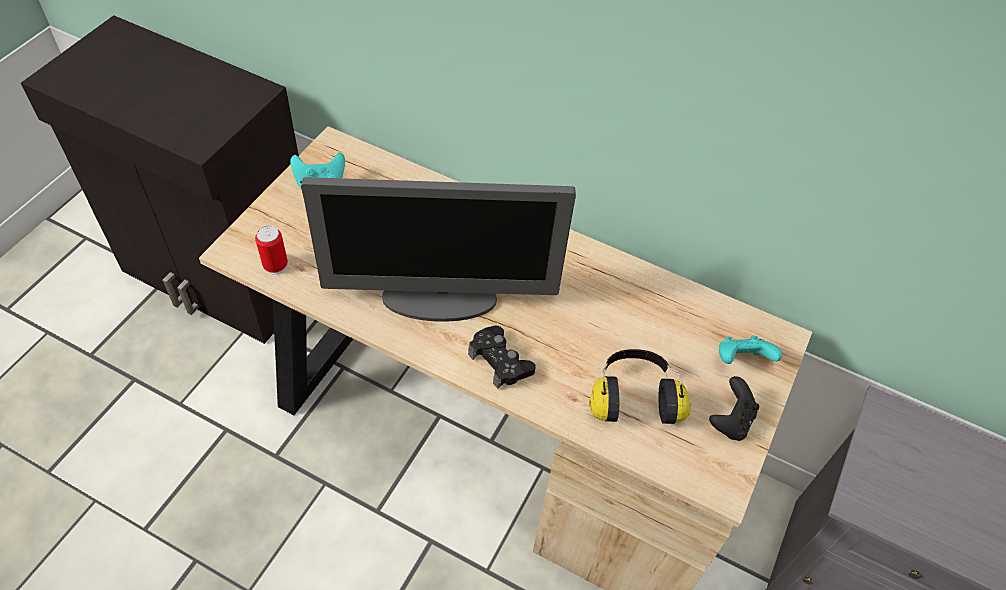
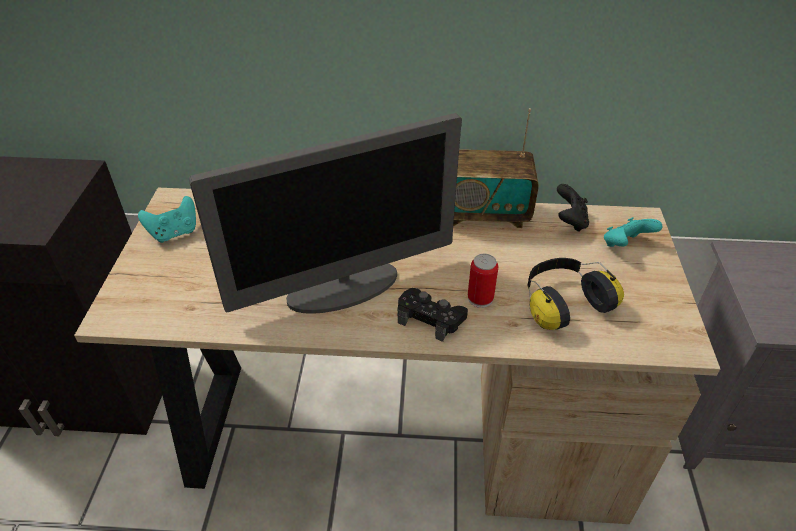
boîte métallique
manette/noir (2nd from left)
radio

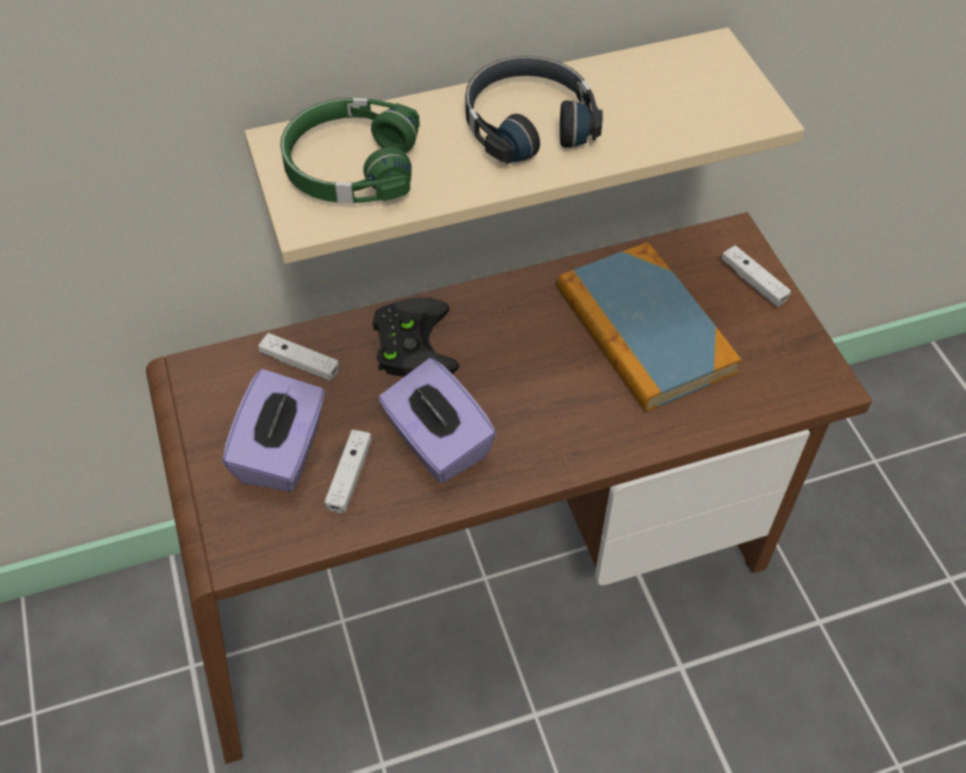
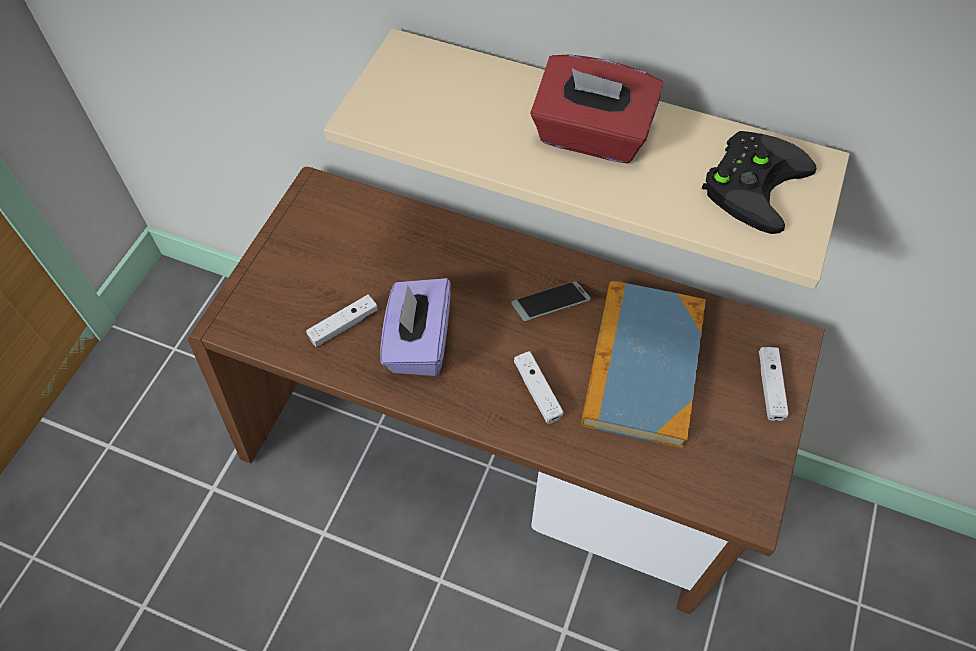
boîte à mouchoirs/violet (1st from left in the first image)
manette/blanc (2nd from left)
casque audio/vert
manette/noir
boîte à mouchoirs/rouge
téléphone

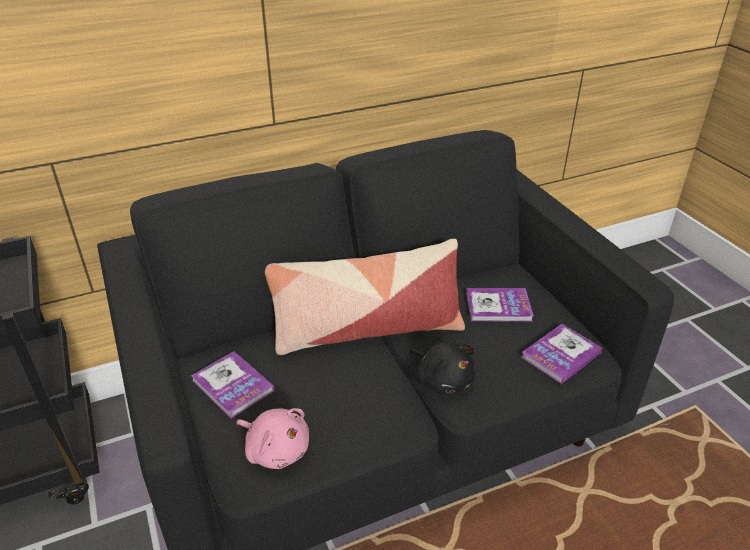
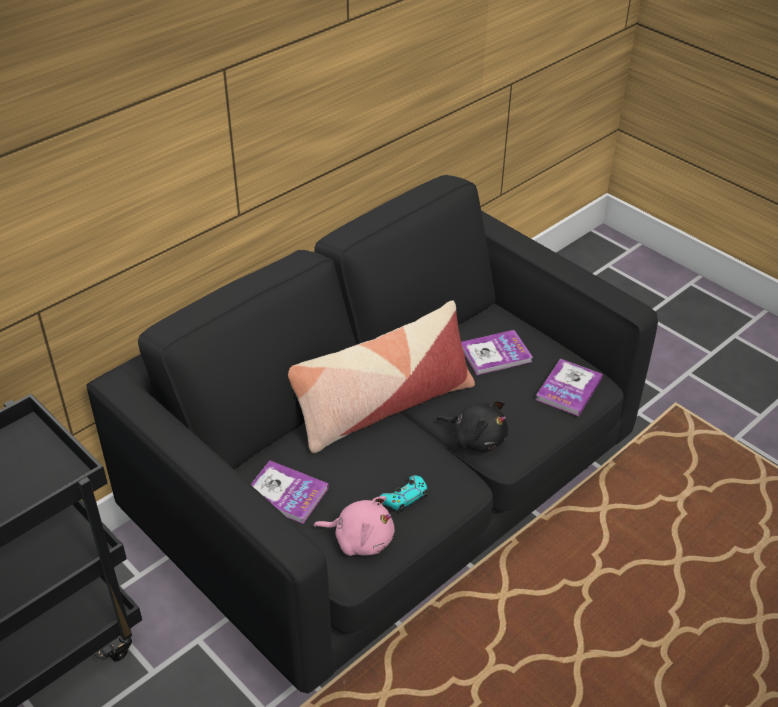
manette/turquoise

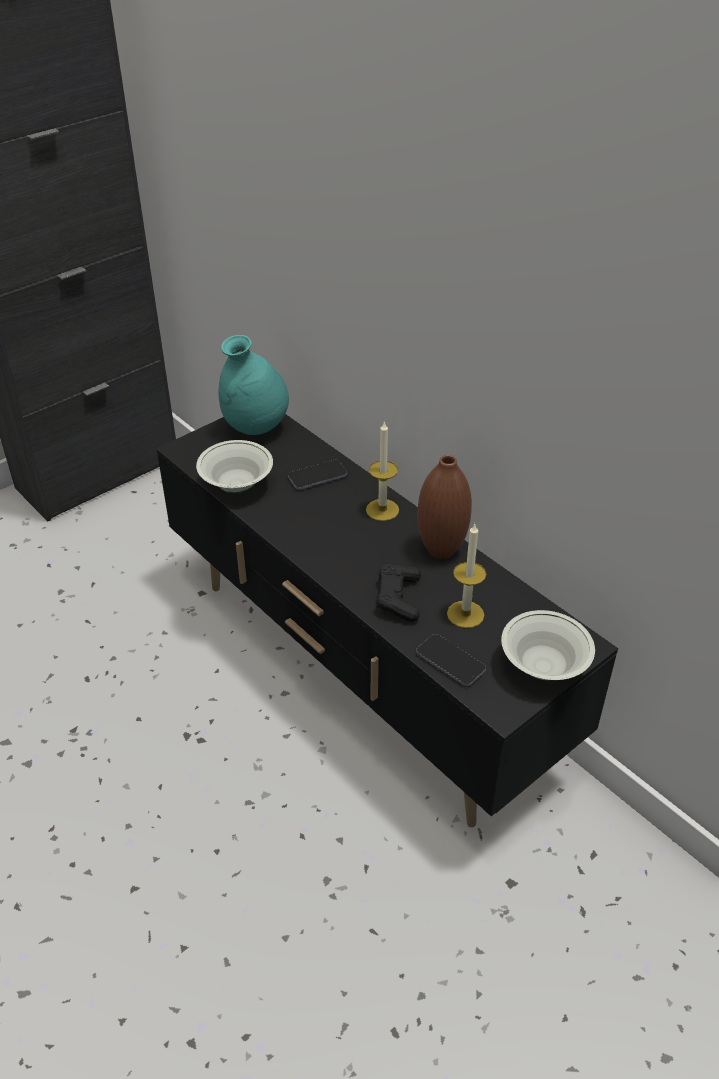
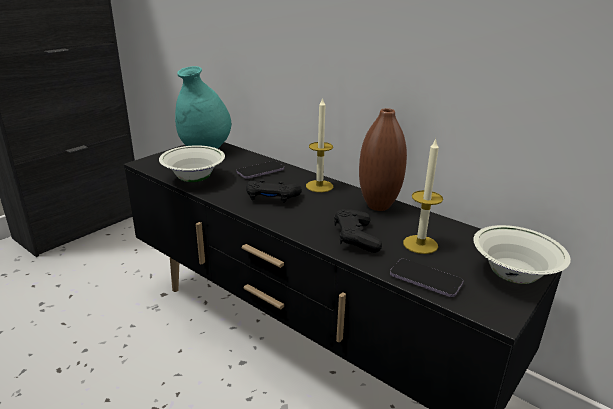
manette/noir (1st from left)

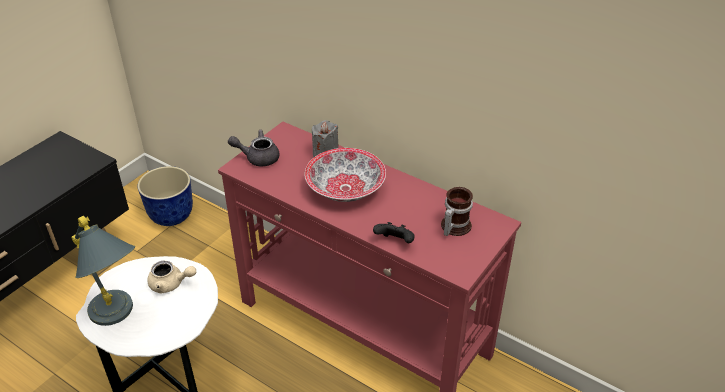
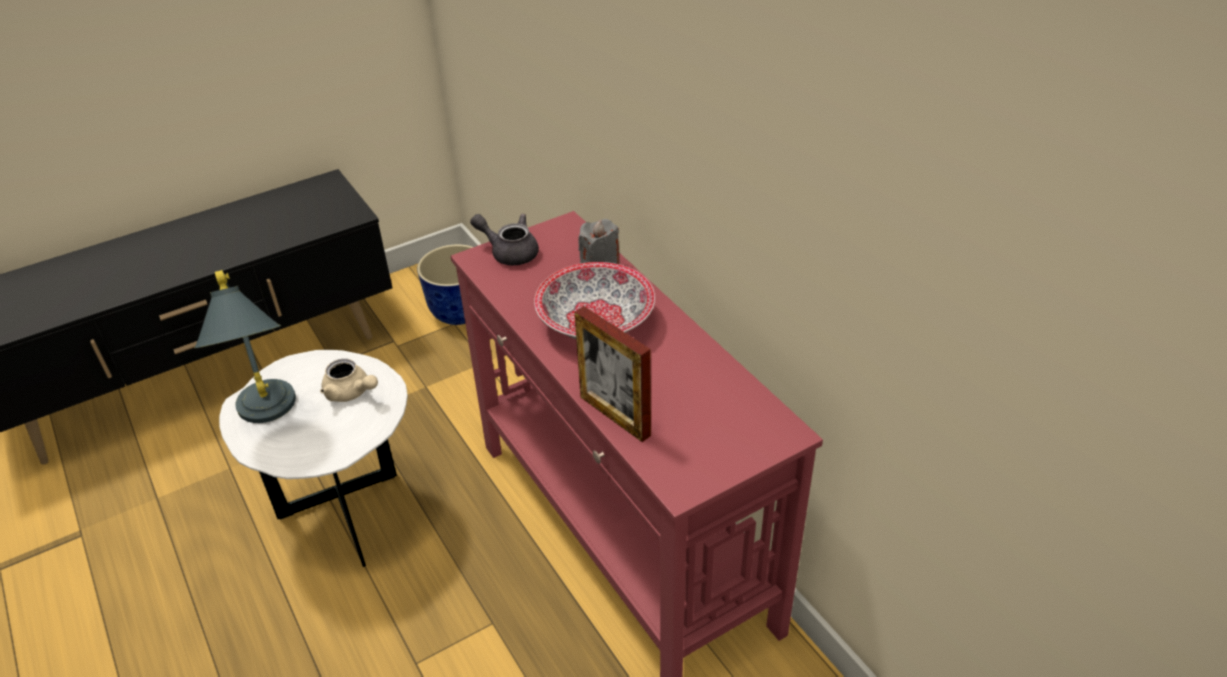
cadre photo
mug

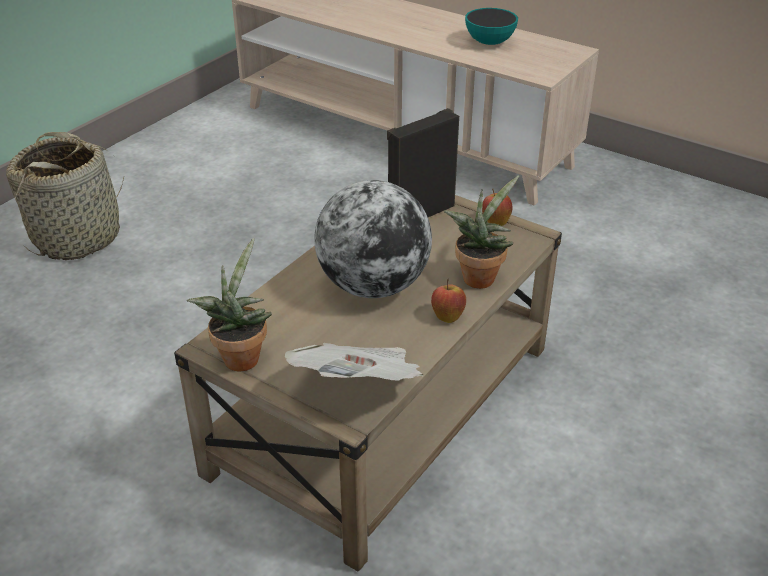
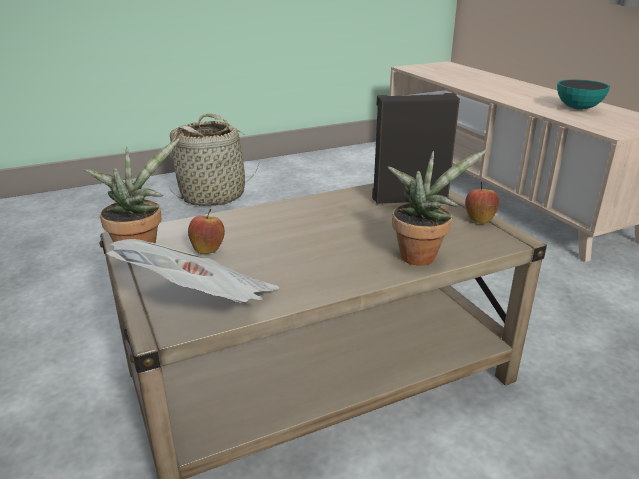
globe
pomme (1st from left)

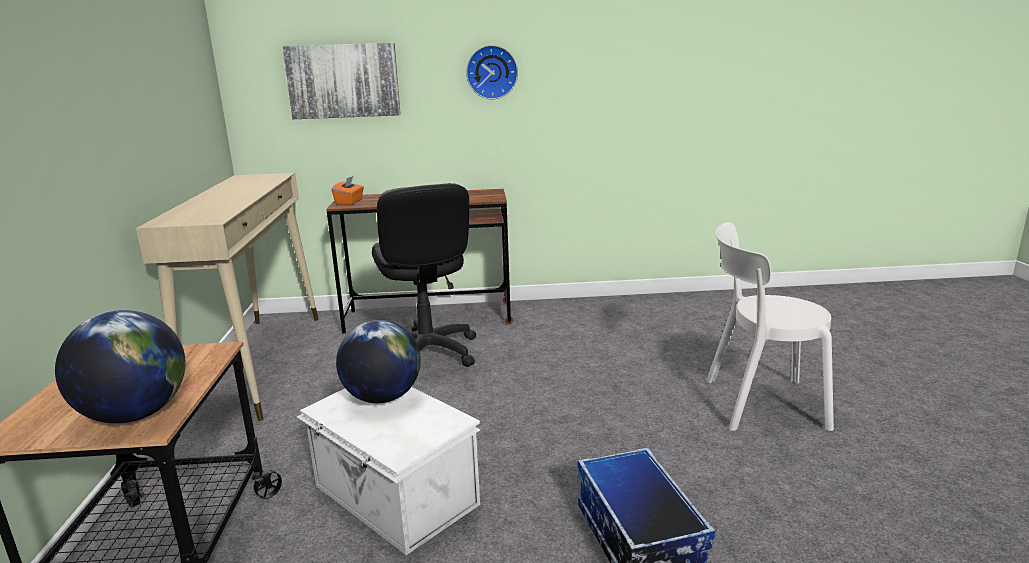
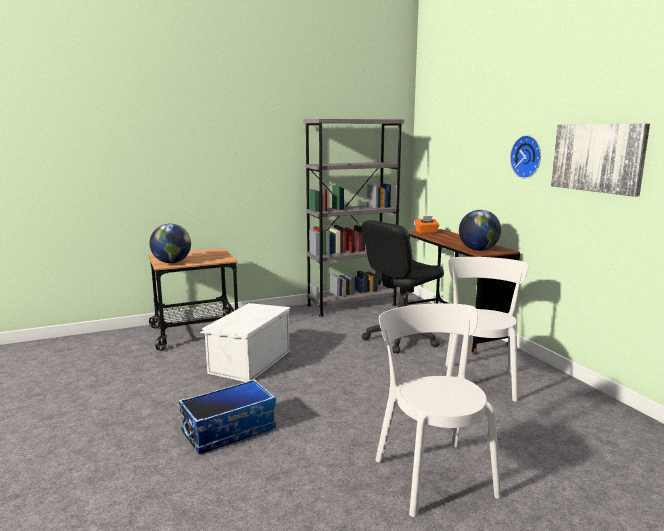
bibliothèque/gris
tableau
globe (2nd from left)
chaise/blanc (2nd from left)

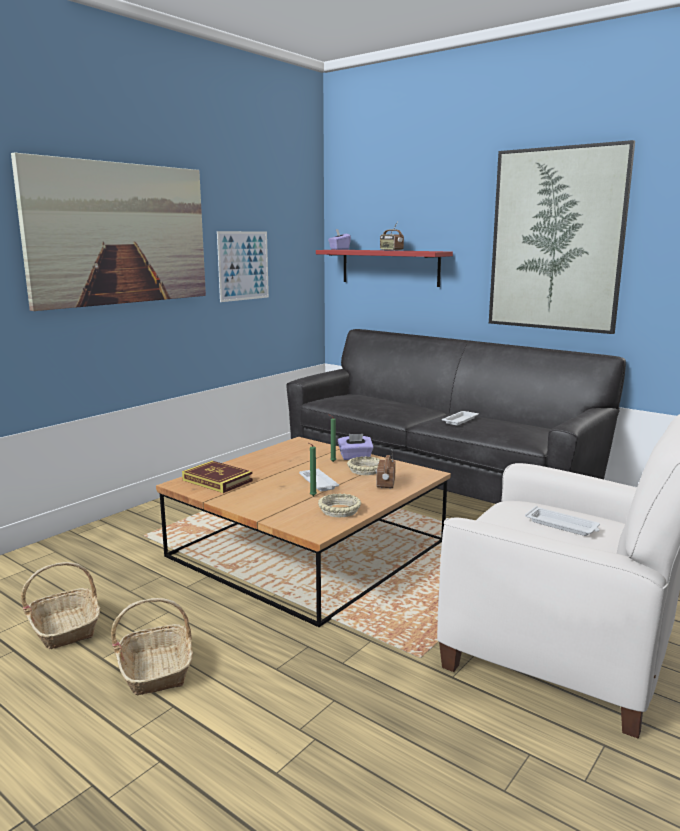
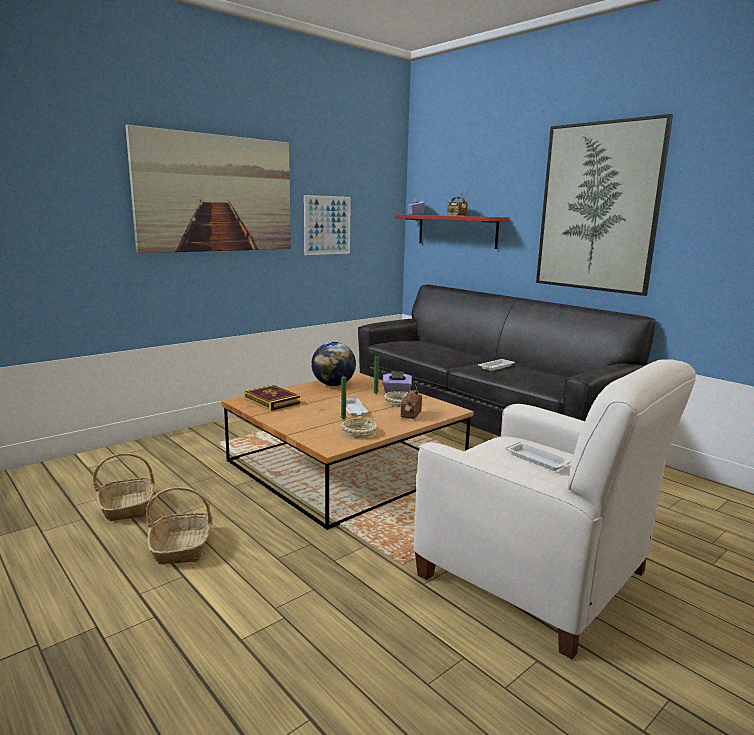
globe

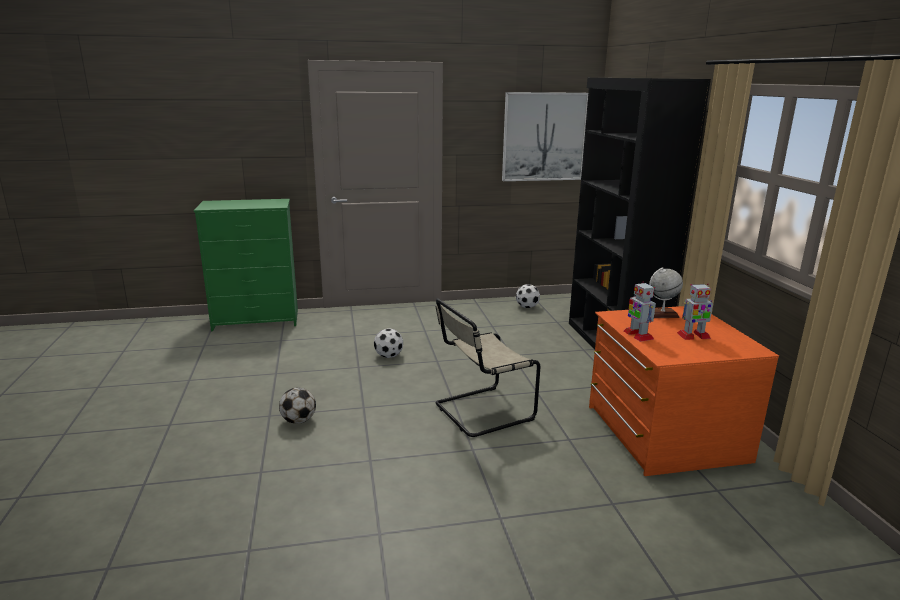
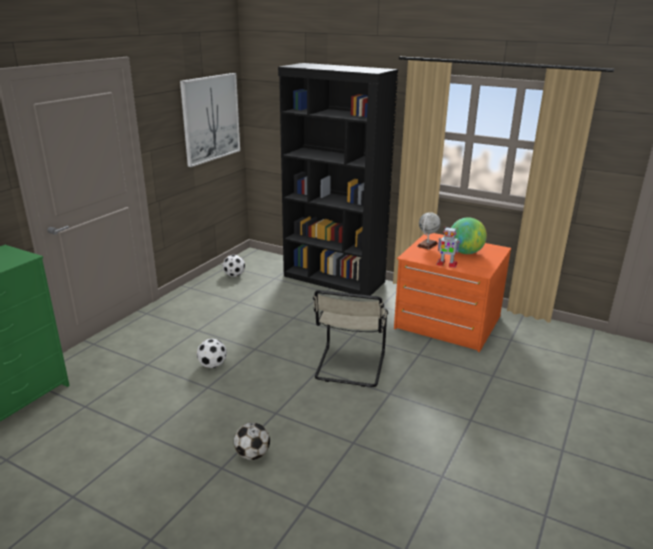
globe (2nd from left)

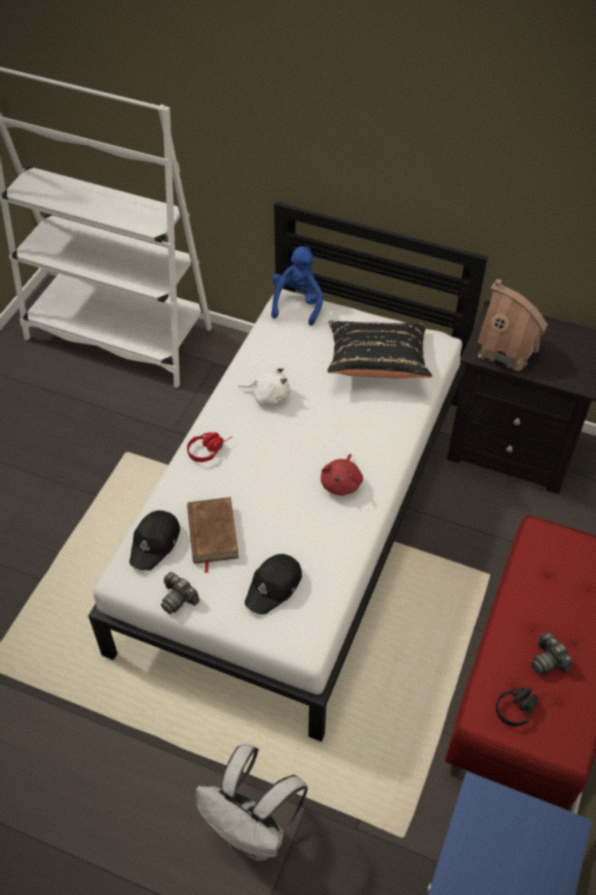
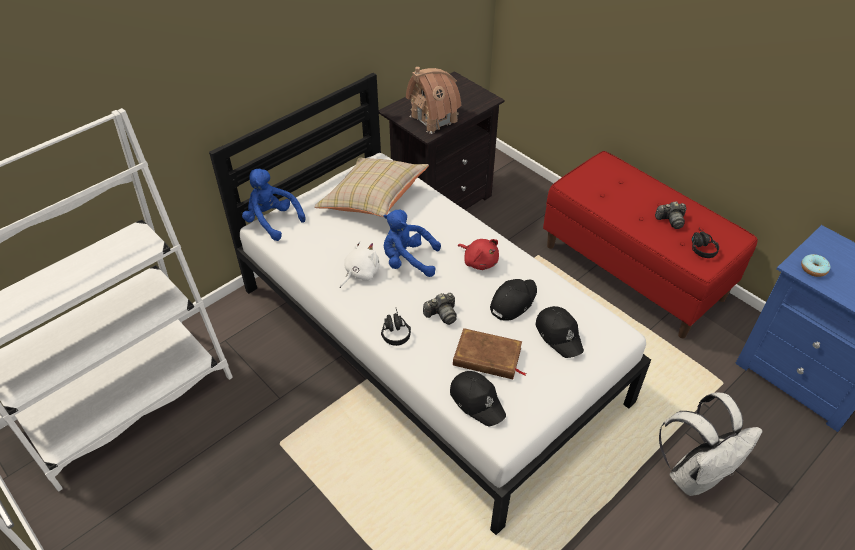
appareil photo (1st from left)
casque audio/noir (1st from left)
coussin/beige
peluche/bleu (2nd from left)
casquette/noir (2nd from left)
beignet

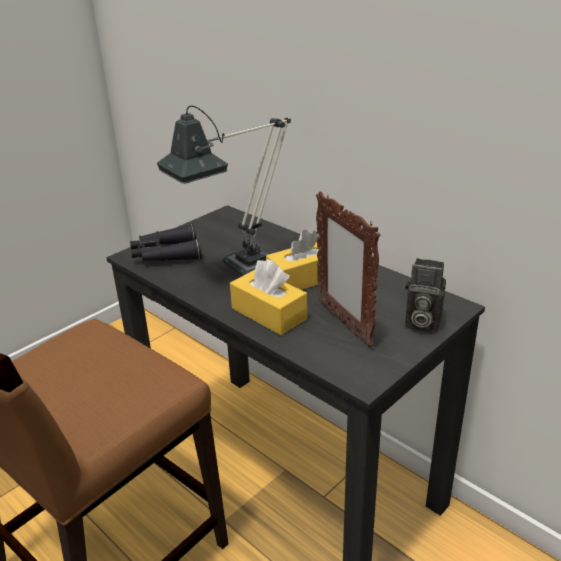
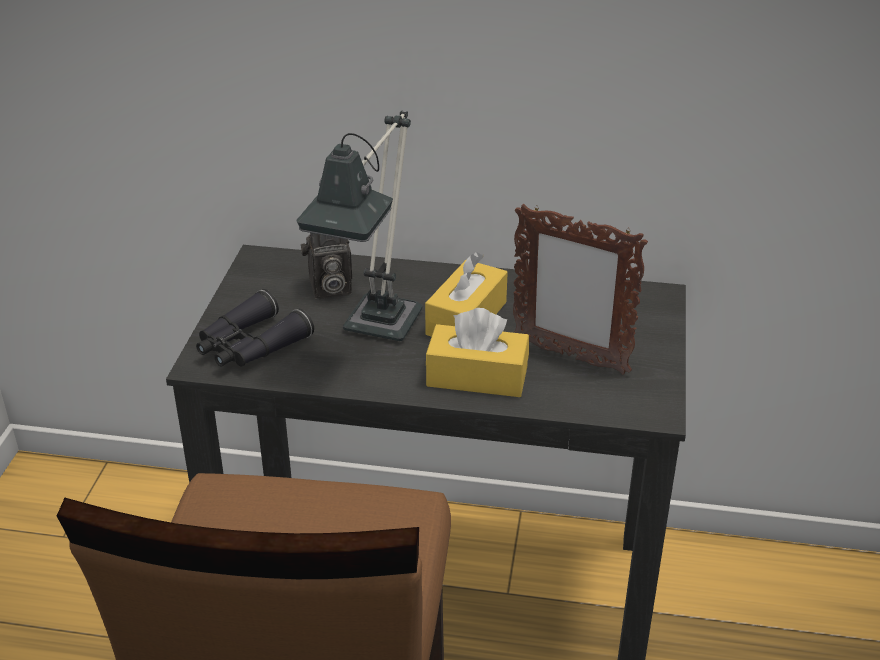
appareil photo

